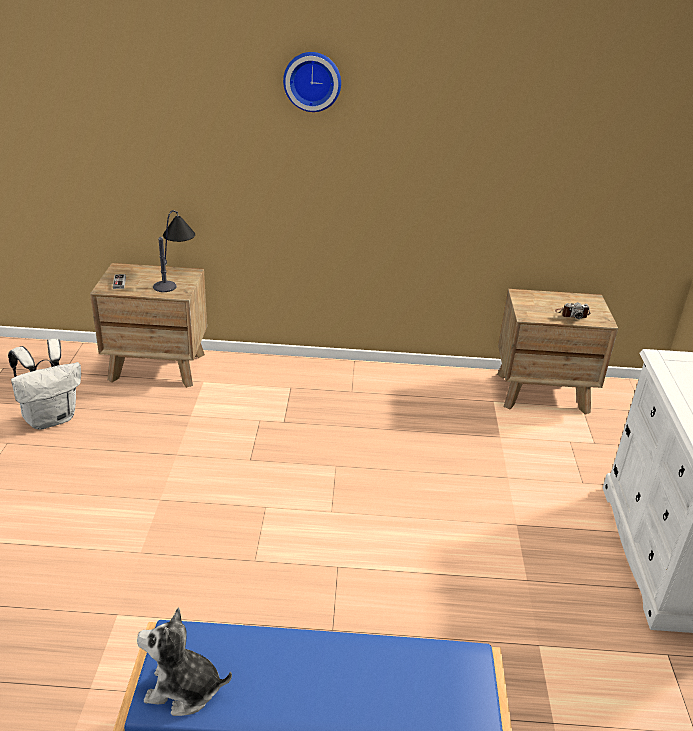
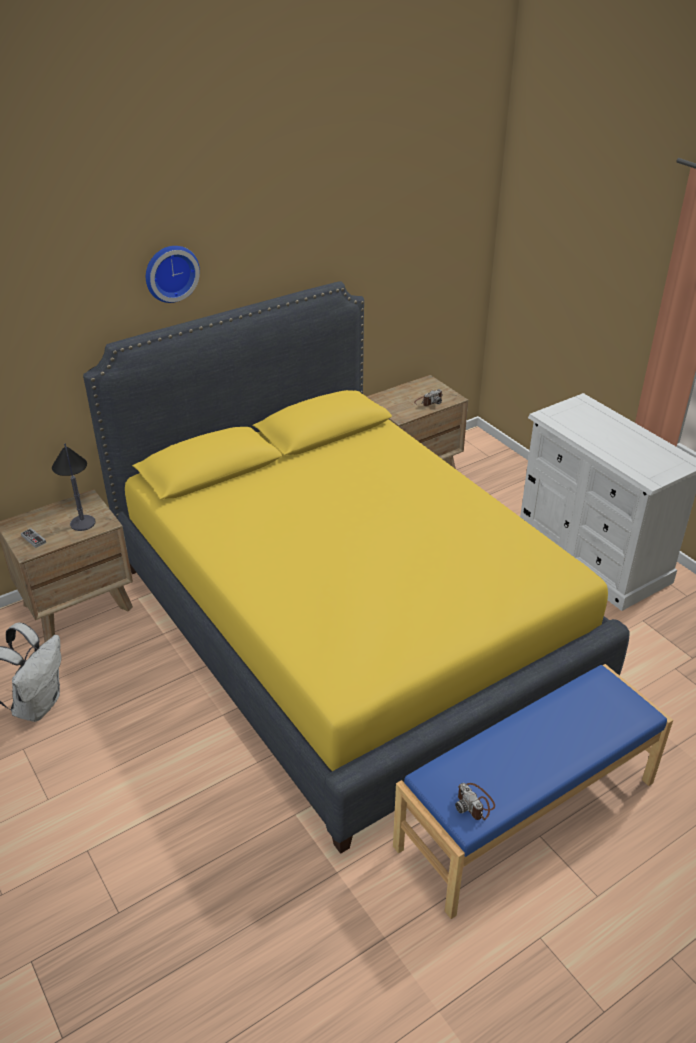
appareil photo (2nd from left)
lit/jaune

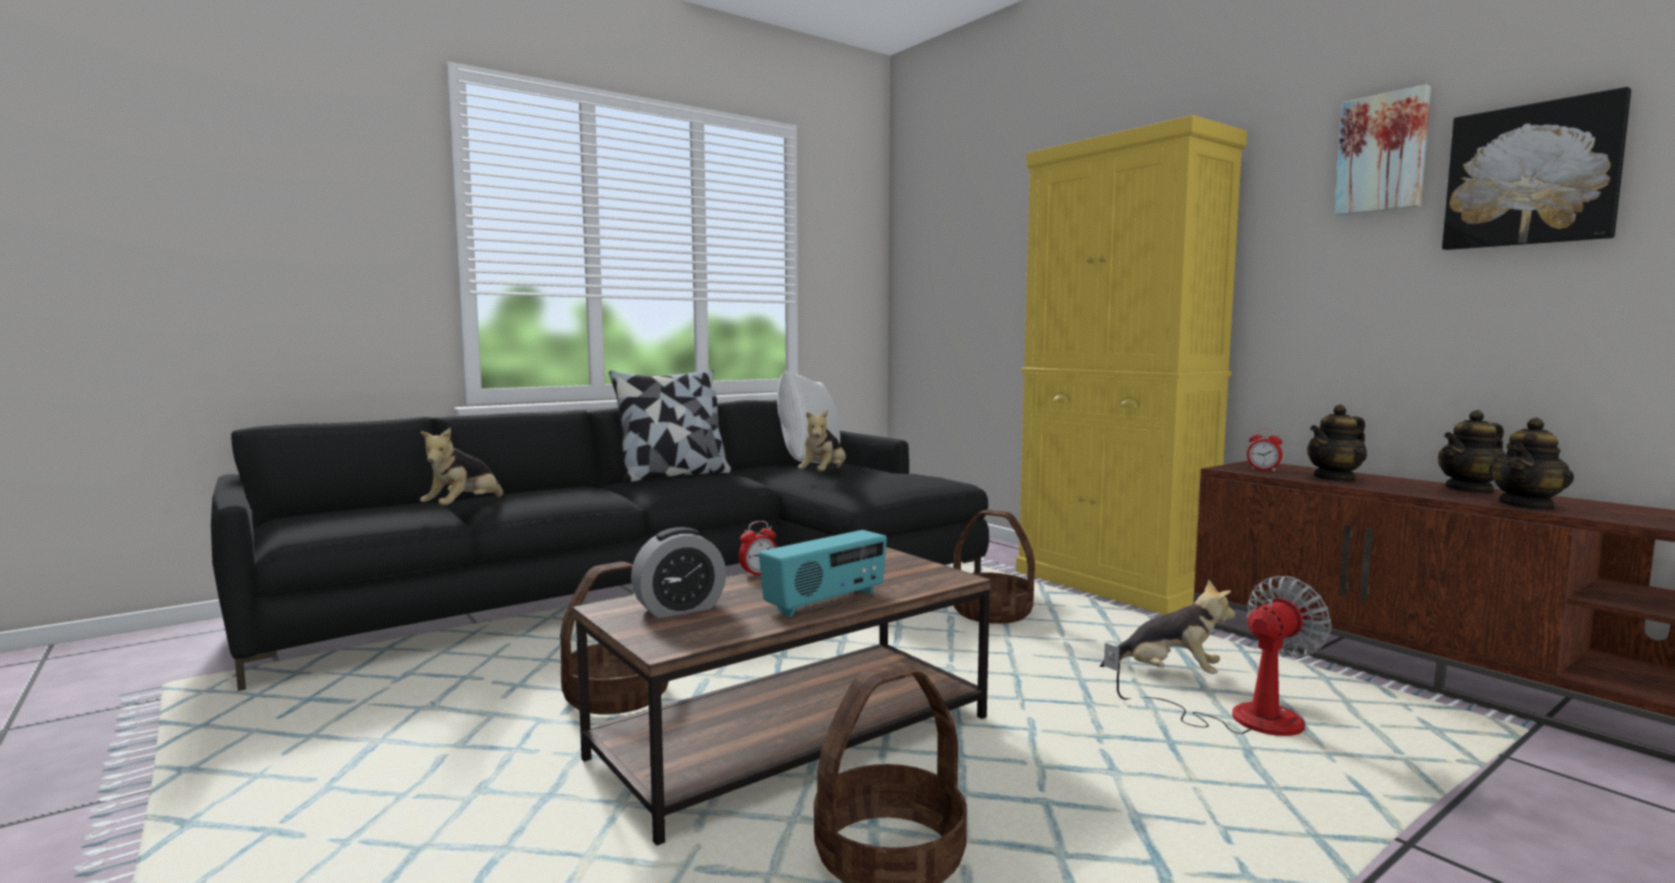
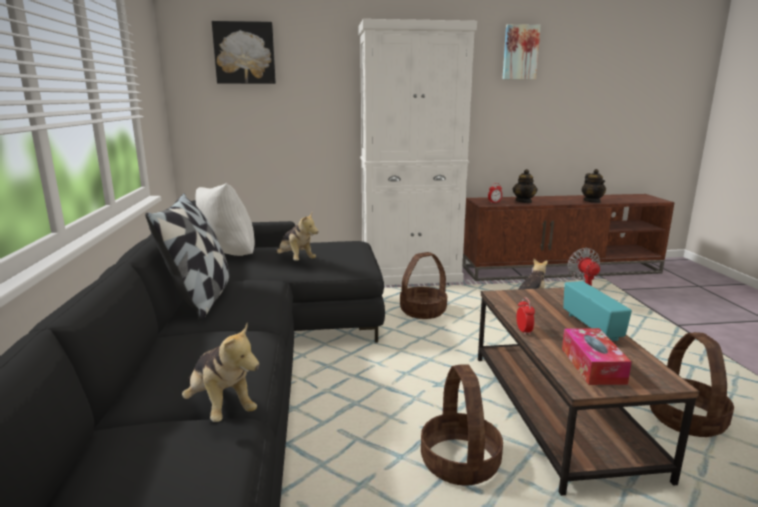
boîte à mouchoirs
meuble de rangement/blanc
théière (2nd from left in the first image)
tableau (1st from left)

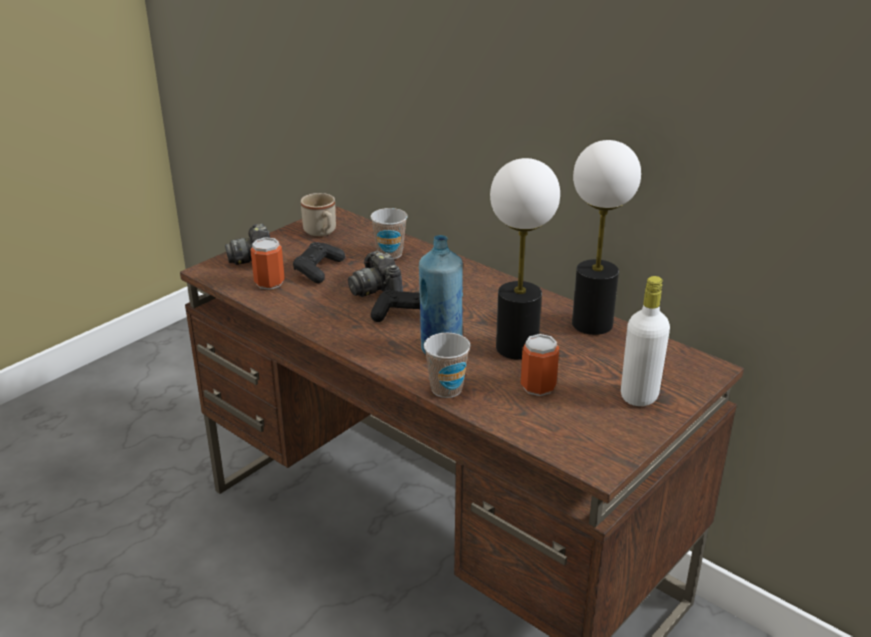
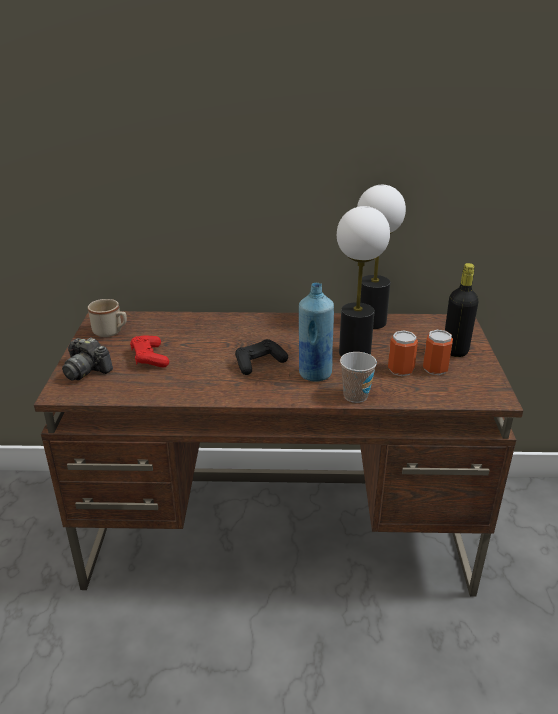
boîte métallique (2nd from left)
manette/rouge
appareil photo (2nd from left in the first image)
tasse (1st from left in the first image)
bouteille/noir

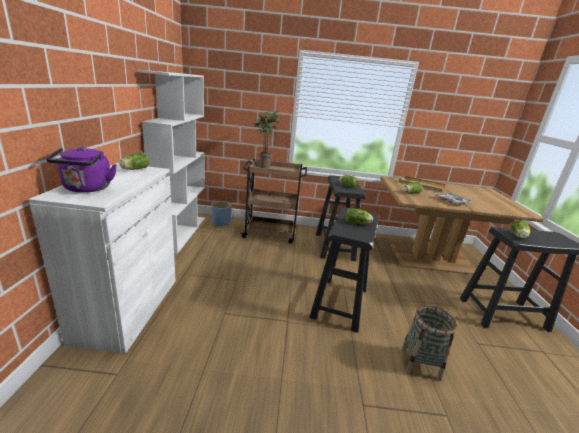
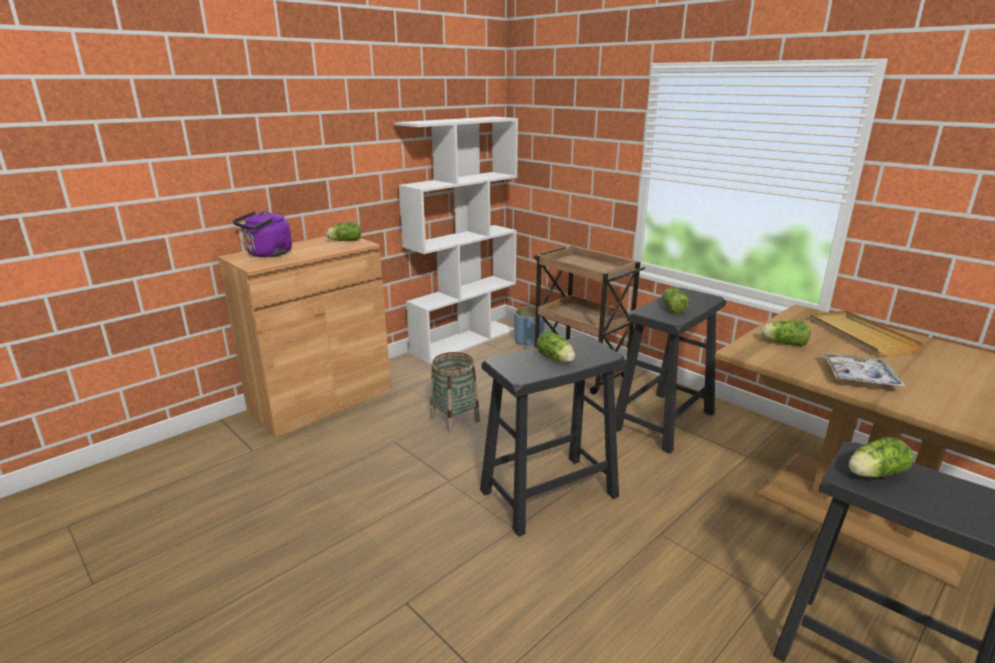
meuble de rangement/marron
plante en pot
panier

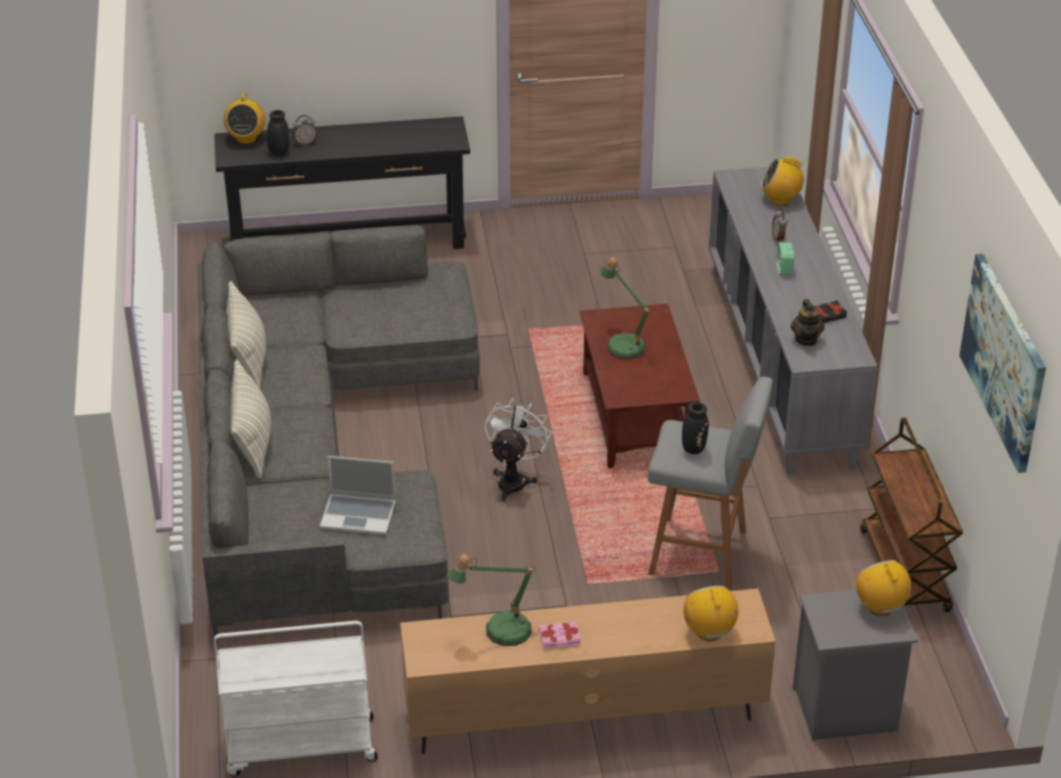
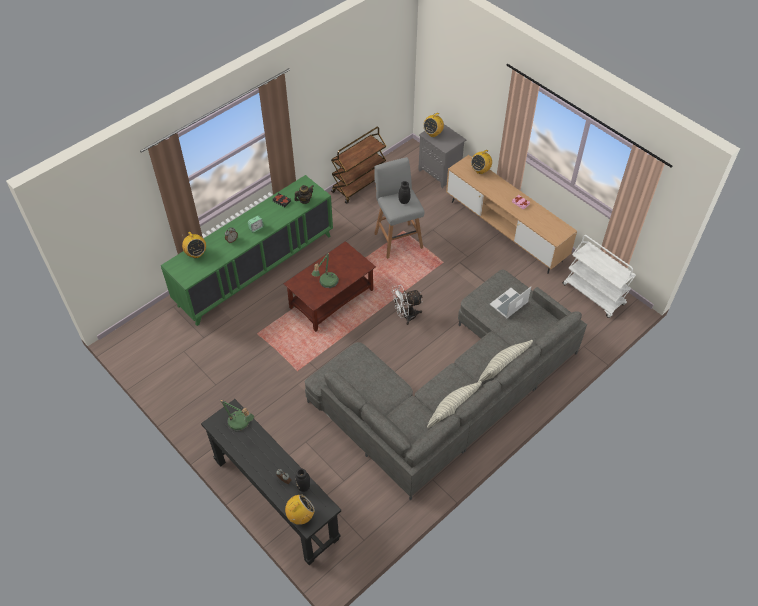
ordinateur portable
lampe de table (1st from left)
meuble de rangement/vert
tableau

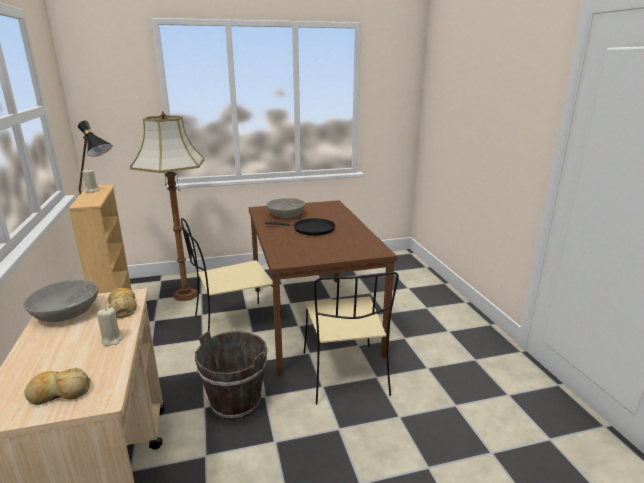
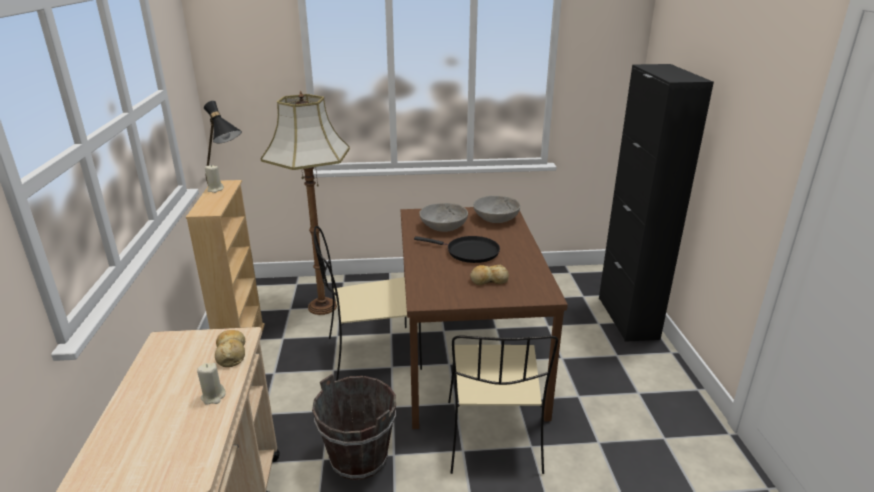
bol/gris (2nd from left)
pain (2nd from left)
meuble de rangement/noir

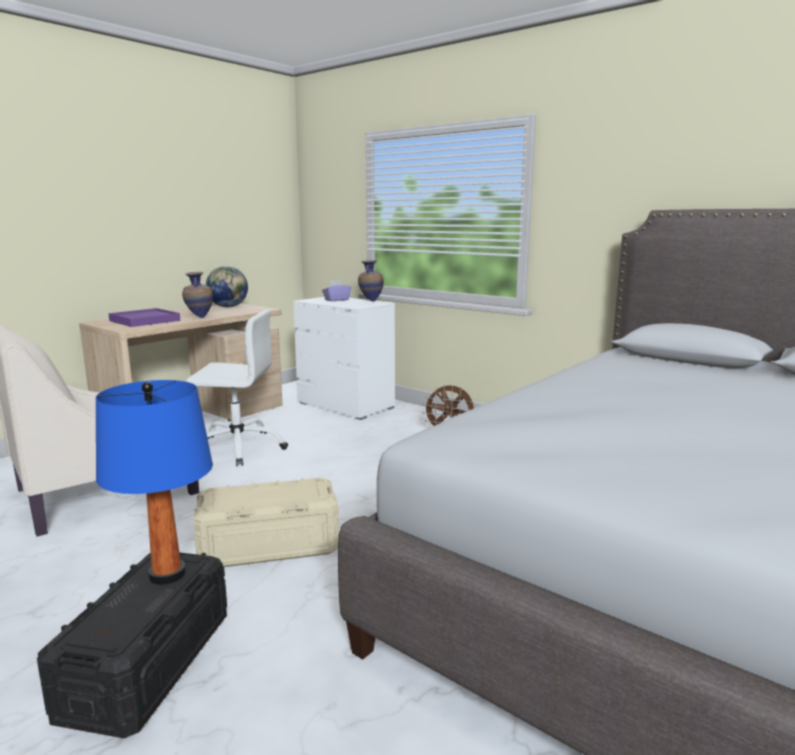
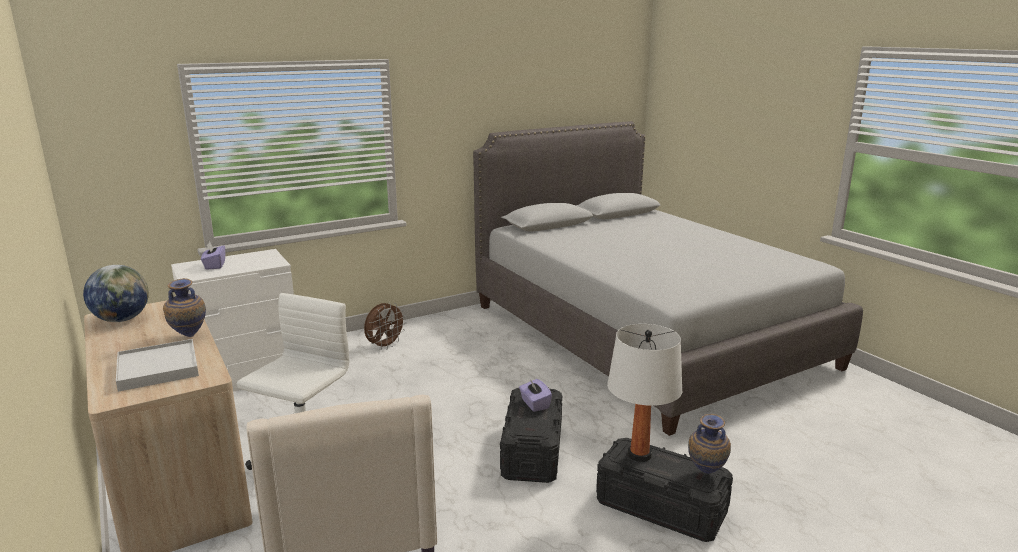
lampe de table/blanc
plateau/blanc
boîte de rangement/noir (1st from left)
vase (2nd from left)
boîte à mouchoirs/violet (2nd from left)

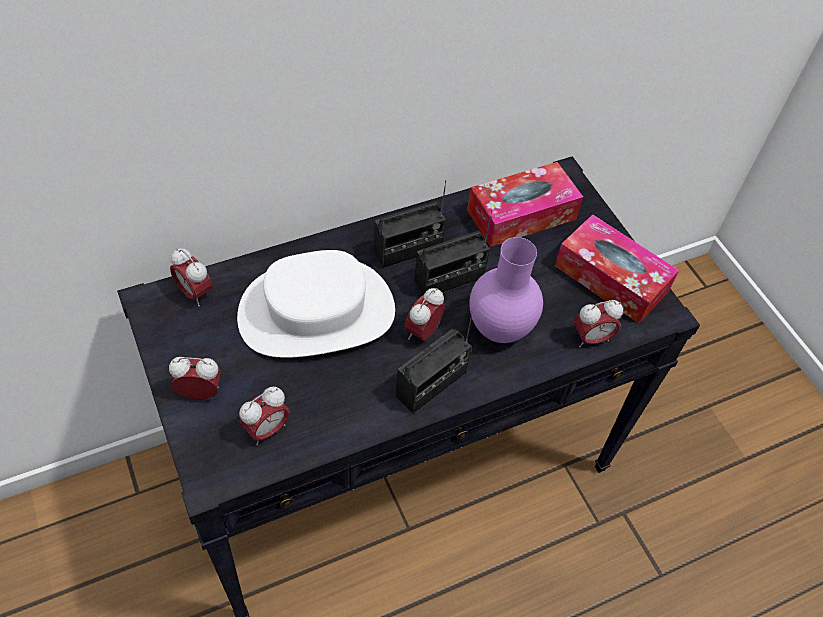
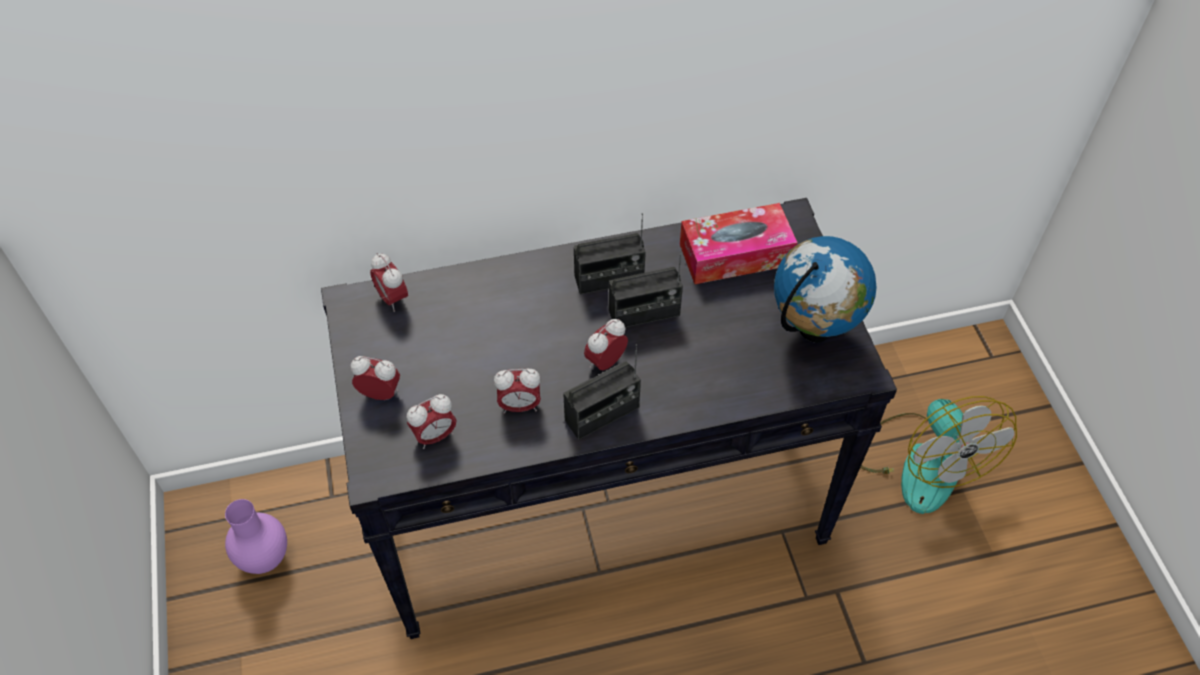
chapeau/blanc
vase/violet
globe
réveil (4th from left)
ventilateur

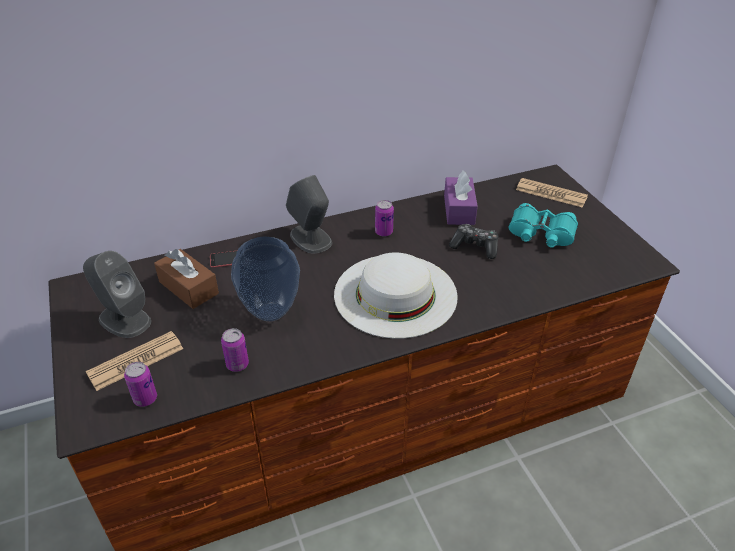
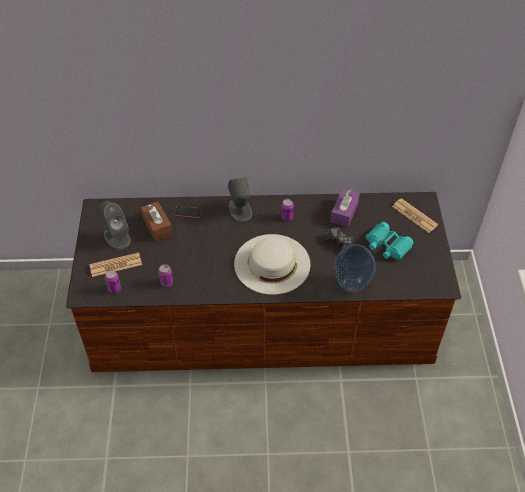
vase

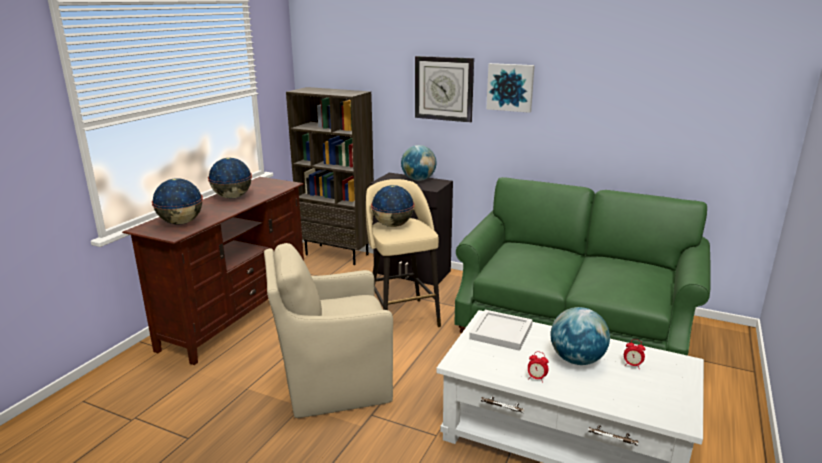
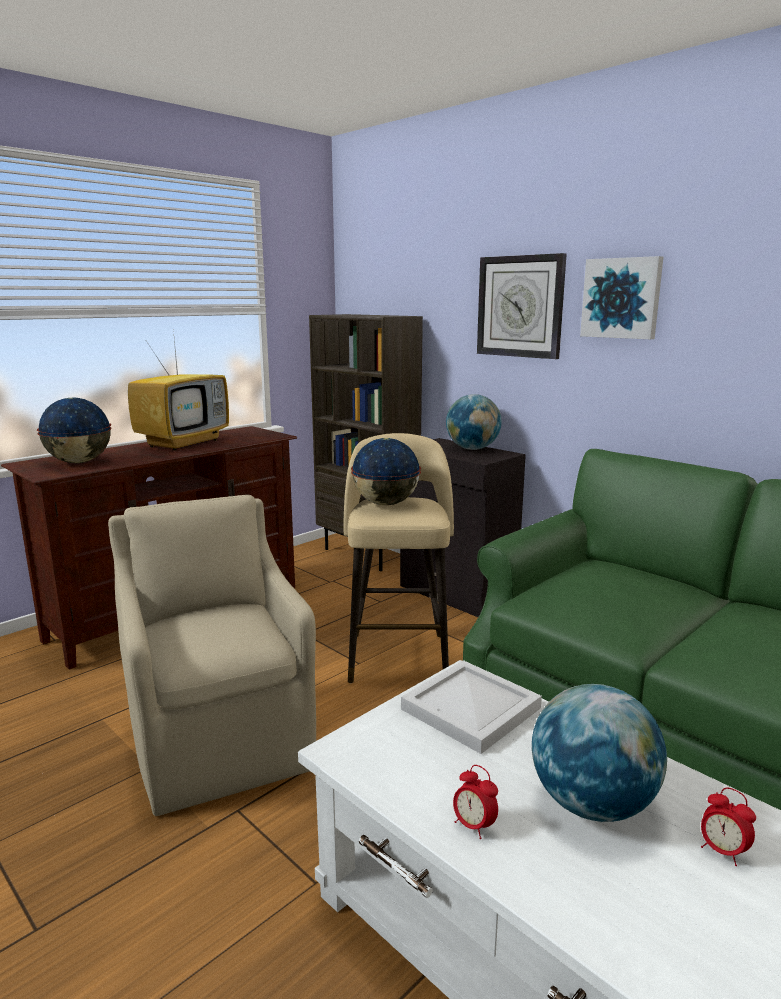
téléviseur
fauteuil/beige

